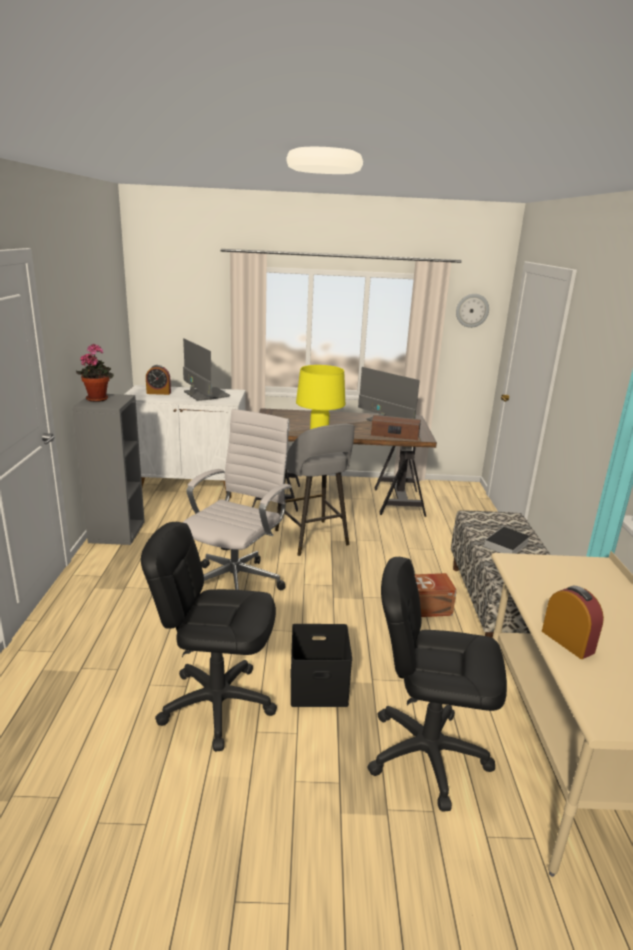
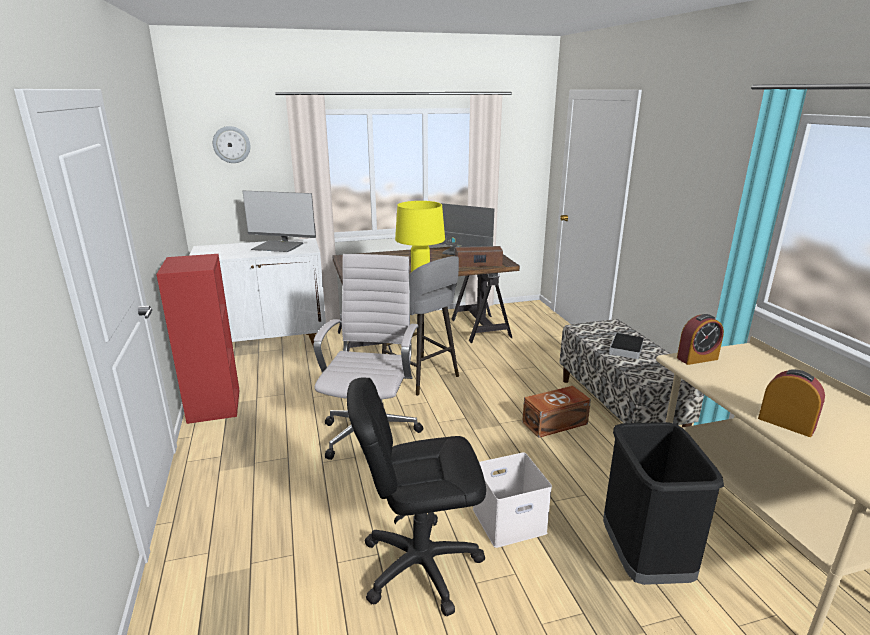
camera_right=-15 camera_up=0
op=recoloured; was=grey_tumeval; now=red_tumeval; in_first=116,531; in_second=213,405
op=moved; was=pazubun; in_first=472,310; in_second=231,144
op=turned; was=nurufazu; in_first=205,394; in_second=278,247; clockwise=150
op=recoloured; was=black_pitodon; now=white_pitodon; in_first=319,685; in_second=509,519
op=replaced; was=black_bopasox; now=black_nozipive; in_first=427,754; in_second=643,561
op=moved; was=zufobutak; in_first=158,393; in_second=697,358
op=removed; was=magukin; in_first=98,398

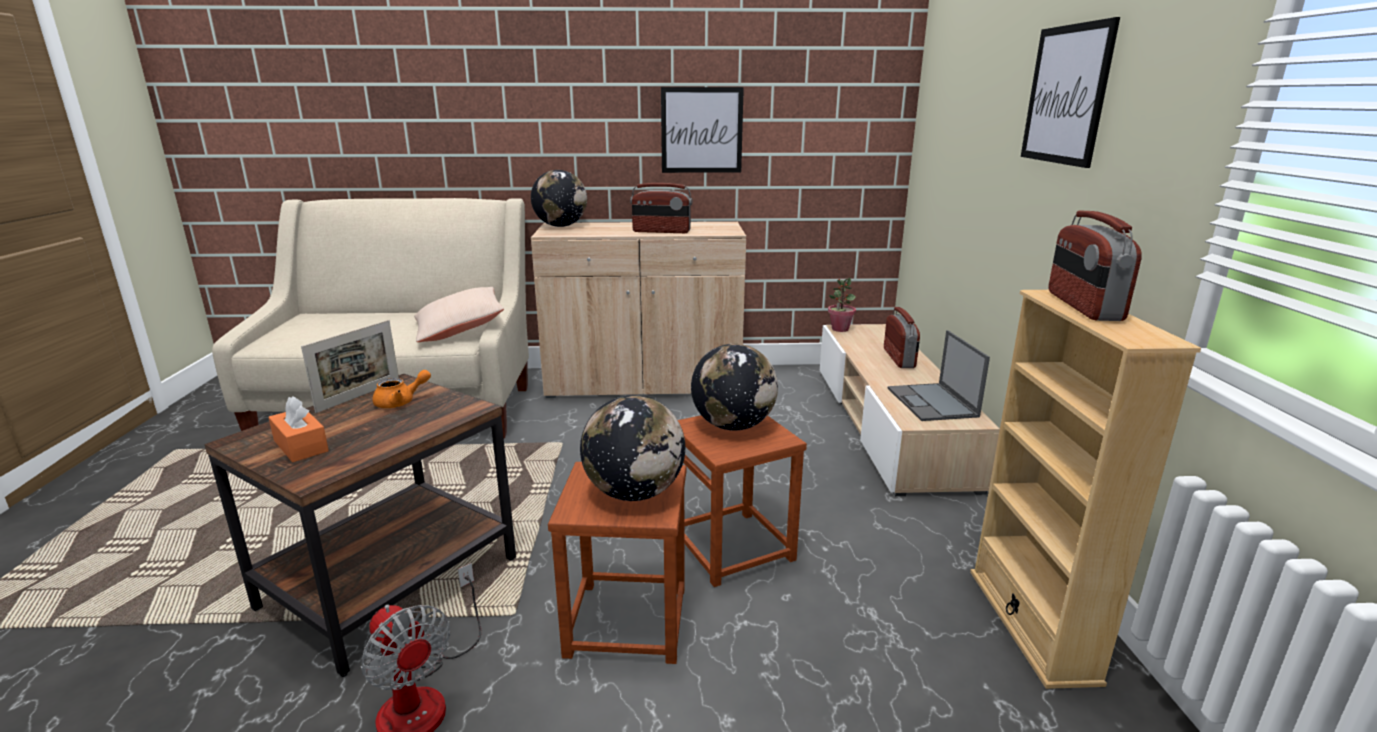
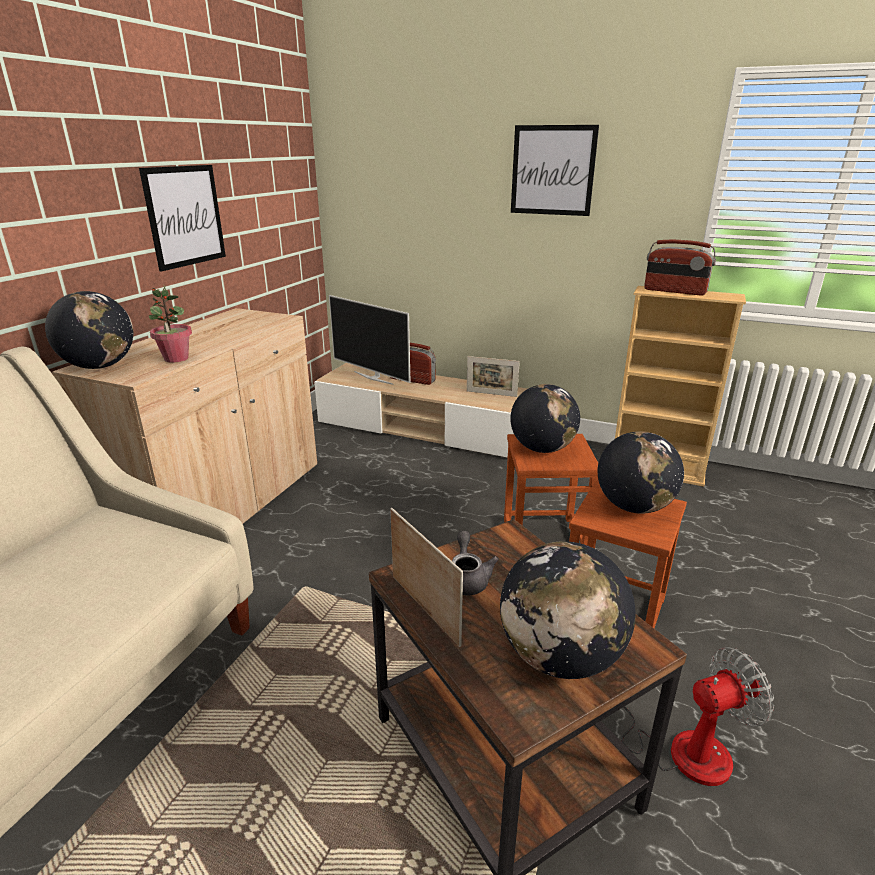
camera_right=-65 camera_up=5
op=moved; was=magukin; in_first=840,329; in_second=176,358
op=added; now=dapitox; in_second=374,377
op=recoloured; was=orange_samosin; now=grey_samosin; in_first=400,402; in_second=467,578
op=replaced; was=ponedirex; now=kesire; in_first=932,403; in_second=491,394
op=replaced; was=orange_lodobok; now=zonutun; in_first=301,446; in_second=560,657
op=removed; was=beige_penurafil; in_first=459,329
op=removed; was=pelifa; in_first=661,231

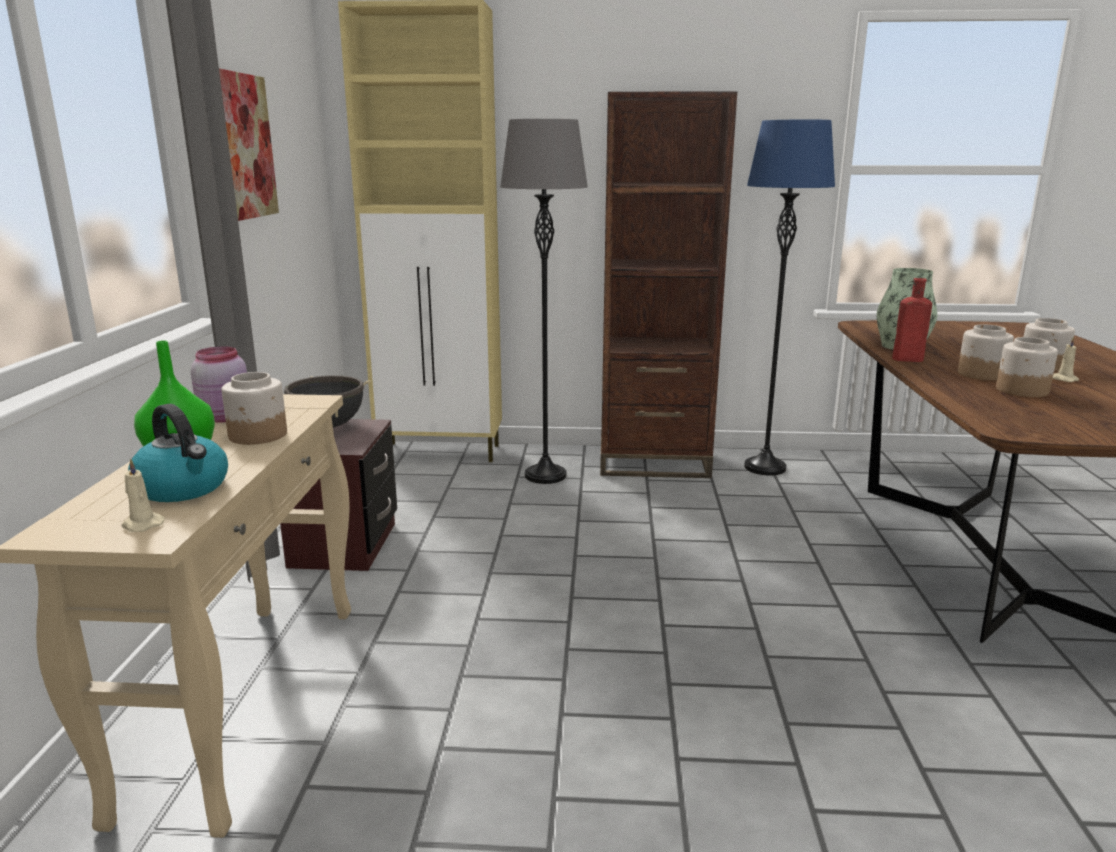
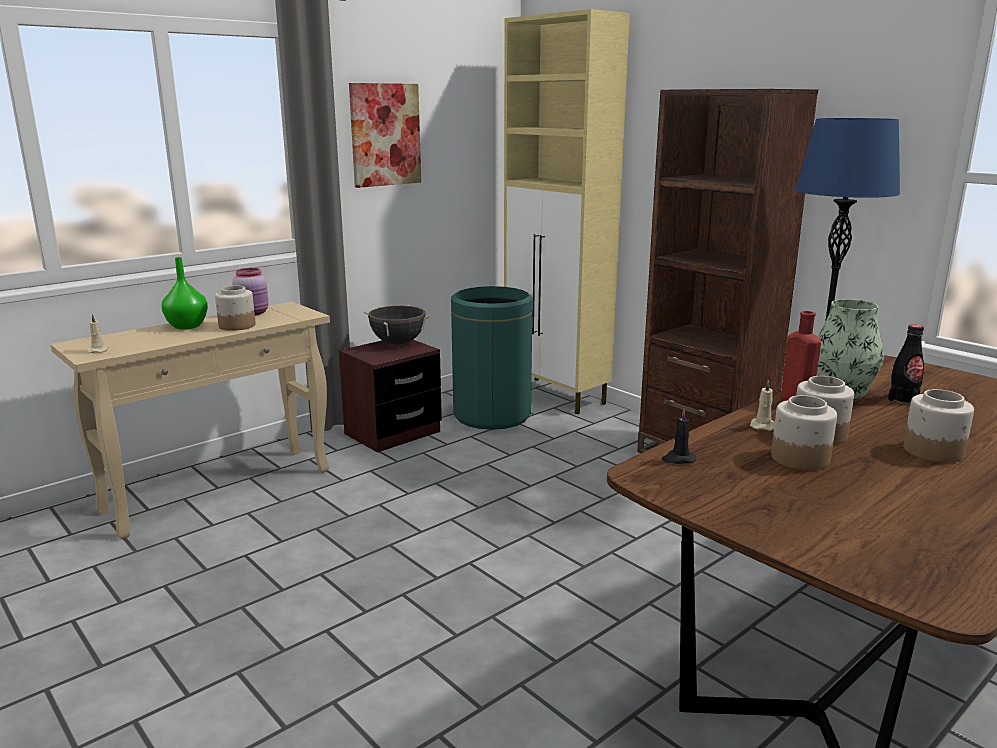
camera_right=45 camera_up=0
op=added; now=green_nozipive; in_second=492,415
op=added; now=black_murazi; in_second=678,459
op=moved; was=beige_murazi; in_first=1063,379; in_second=762,426
op=added; now=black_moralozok; in_second=903,399
op=removed; was=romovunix; in_first=184,488
op=removed; was=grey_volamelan; in_first=545,475

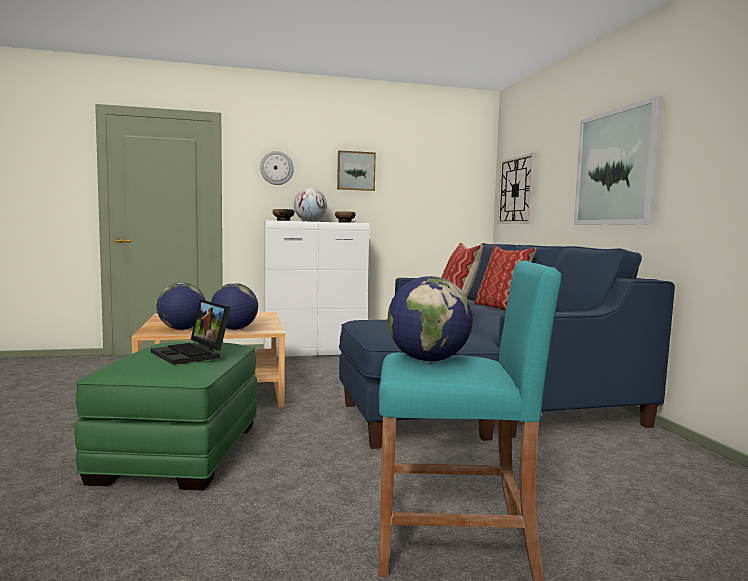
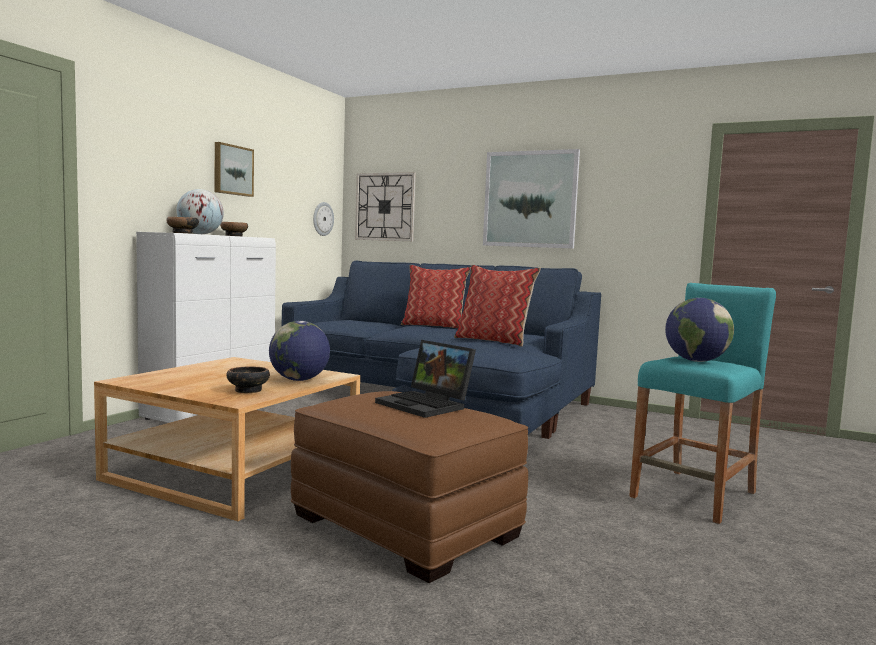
camera_right=-50 camera_up=0
op=replaced; was=zonutun; now=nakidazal; in_first=182,329; in_second=247,390
op=recoloured; was=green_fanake; now=brown_fanake; in_first=179,452; in_second=406,526
op=moved; was=pazubun; in_first=276,168; in_second=322,219
op=turned; was=ponedirex; in_first=193,354; in_second=427,405; clockwise=45

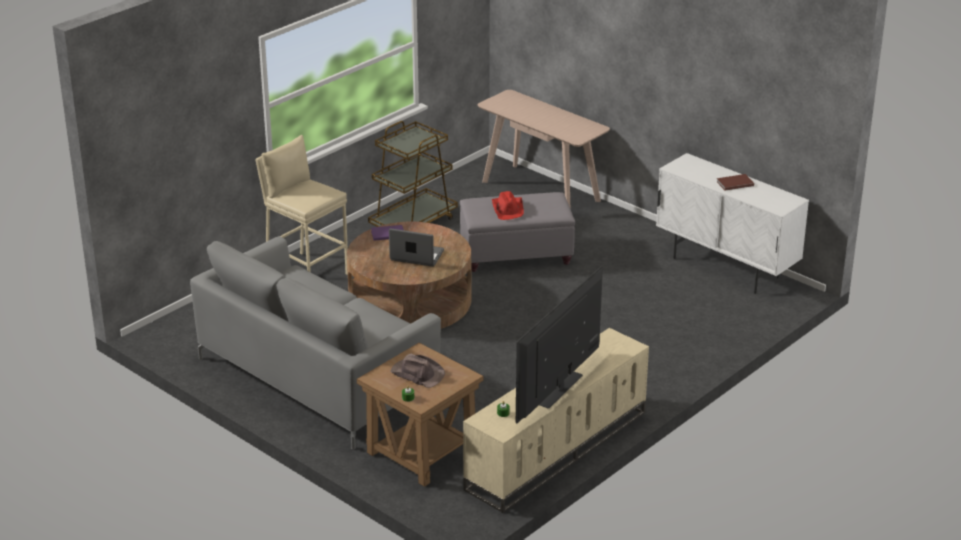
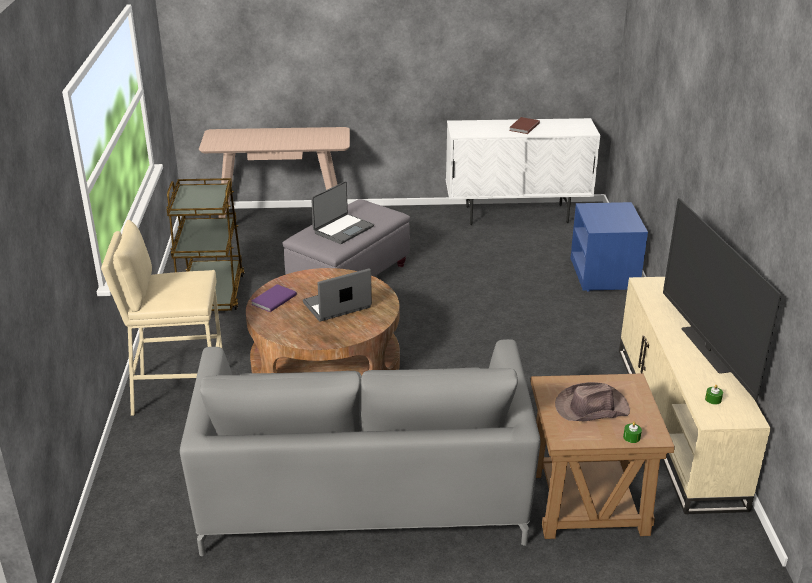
camera_right=-45 camera_up=0
op=replaced; was=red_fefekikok; now=ponedirex; in_first=508,209; in_second=343,229
op=added; now=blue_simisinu; in_second=605,274

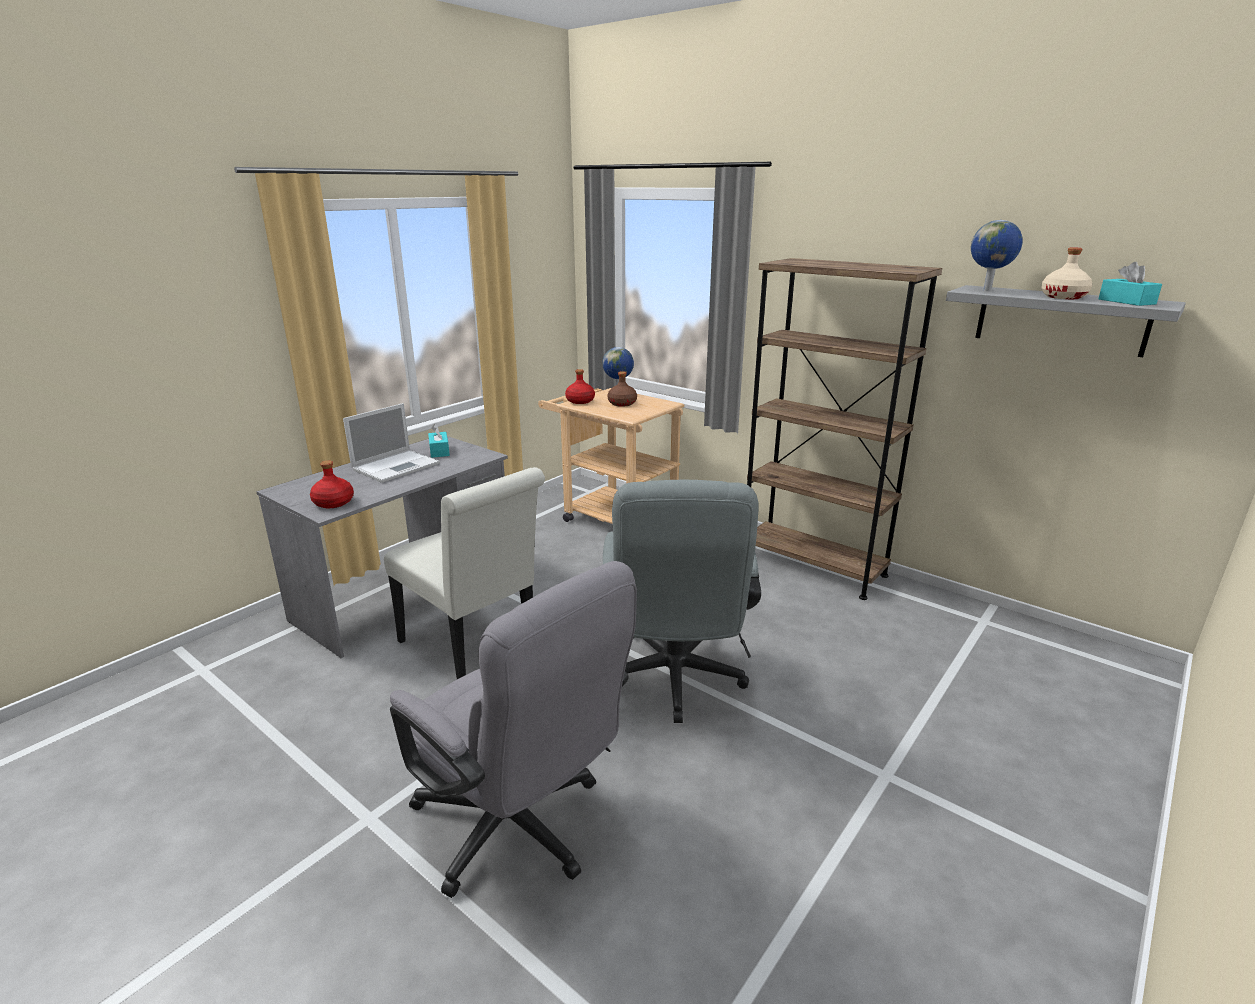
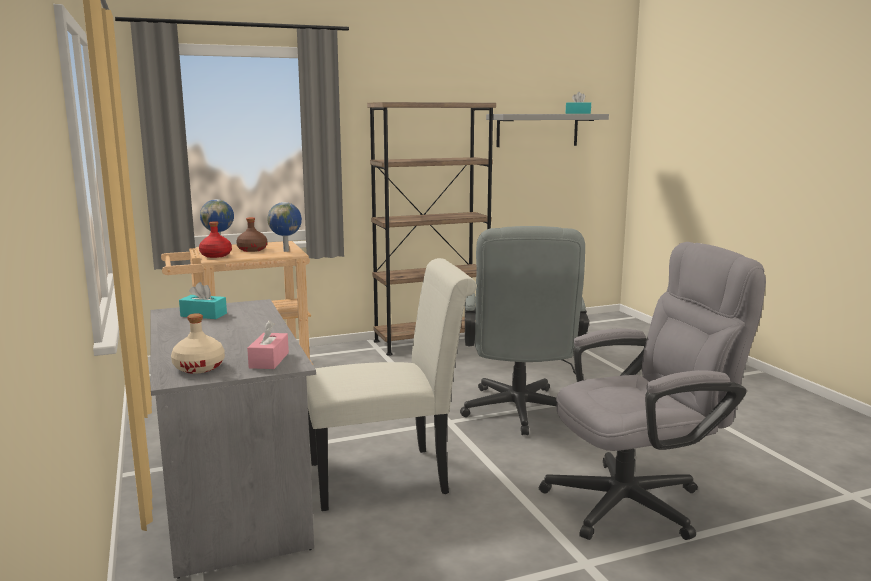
camera_right=-60 camera_up=-10
op=moved; was=beige_moralozok; in_first=1064,297; in_second=199,367
op=replaced; was=red_moralozok; now=pink_lodobok; in_first=334,502; in_second=269,360
op=moved; was=zonutun; in_first=988,290; in_second=287,251
op=turned; was=grey_bopasox; in_first=674,682; in_second=519,414; clockwise=60
op=removed; was=ponedirex; in_first=397,466

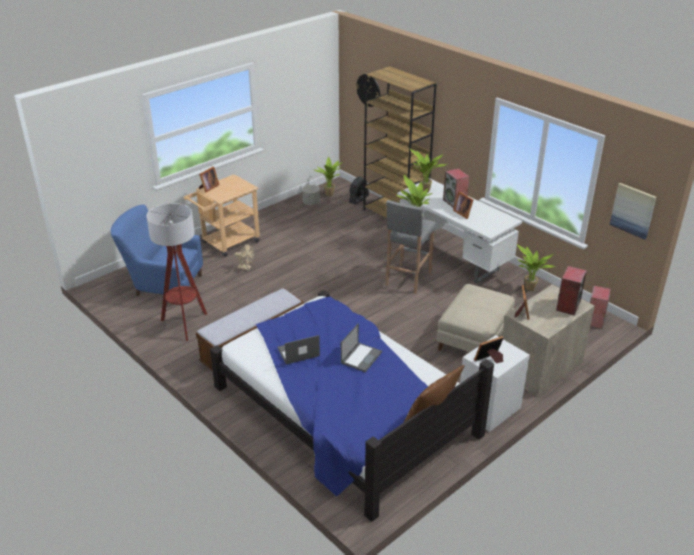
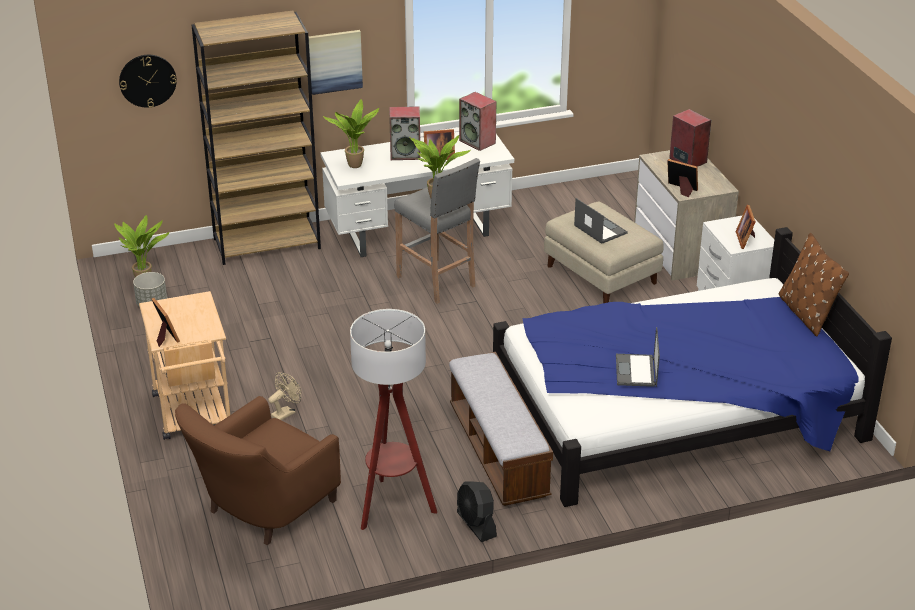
camera_right=-65 camera_up=0
op=recoloured; was=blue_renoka; now=brown_renoka; in_first=162,285; in_second=261,510
op=moved; was=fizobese; in_first=633,210; in_second=335,61
op=moved; was=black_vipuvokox; in_first=358,199; in_second=476,524
op=moved; was=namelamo; in_first=595,321; in_second=478,142
op=moved; was=ponedirex; in_first=361,357; in_second=599,229
op=removed; was=magukin; in_first=528,289

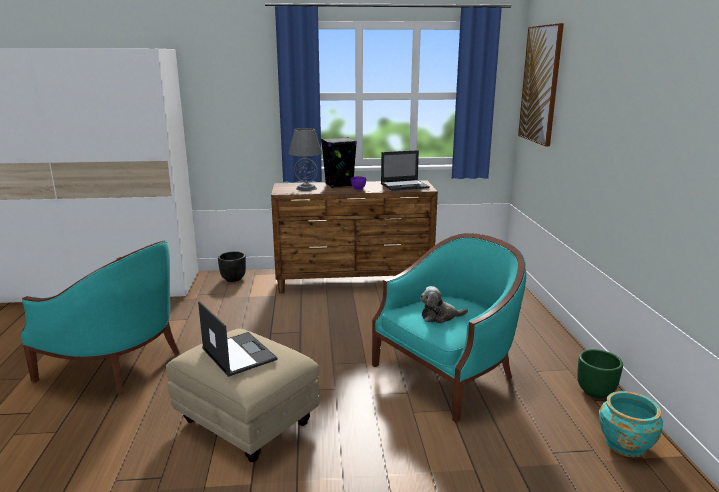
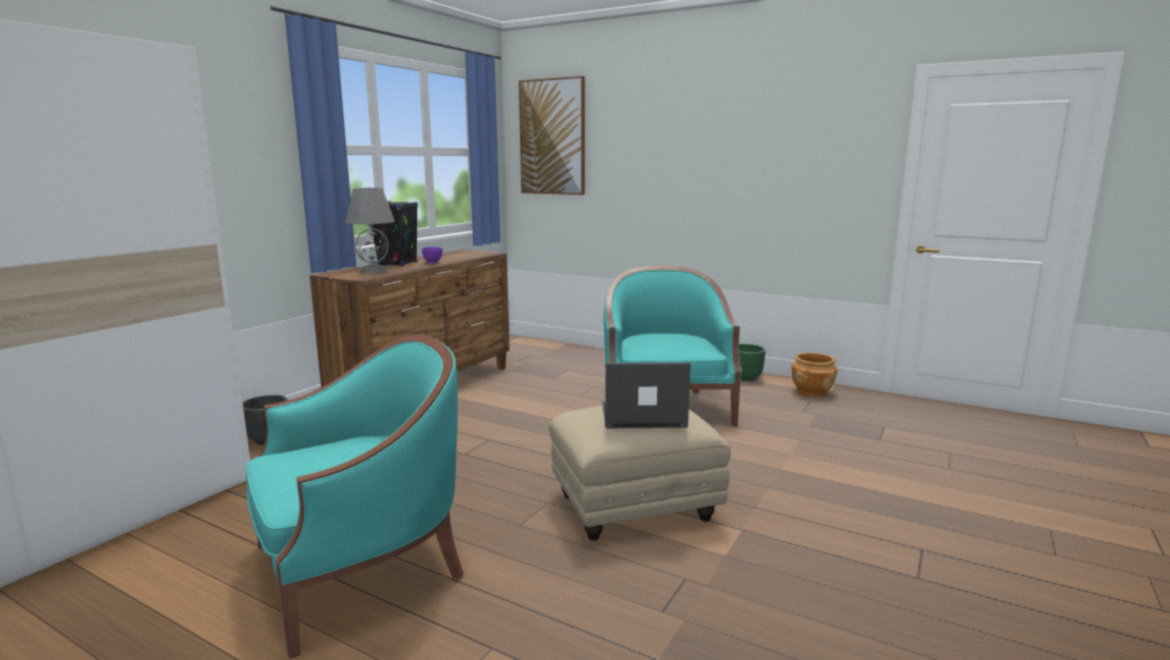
camera_right=-55 camera_up=-5
op=recoloured; was=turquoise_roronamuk; now=brown_roronamuk; in_first=625,444; in_second=811,392
op=removed; was=ponedirex; in_first=405,185
op=removed; was=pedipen; in_first=440,316

